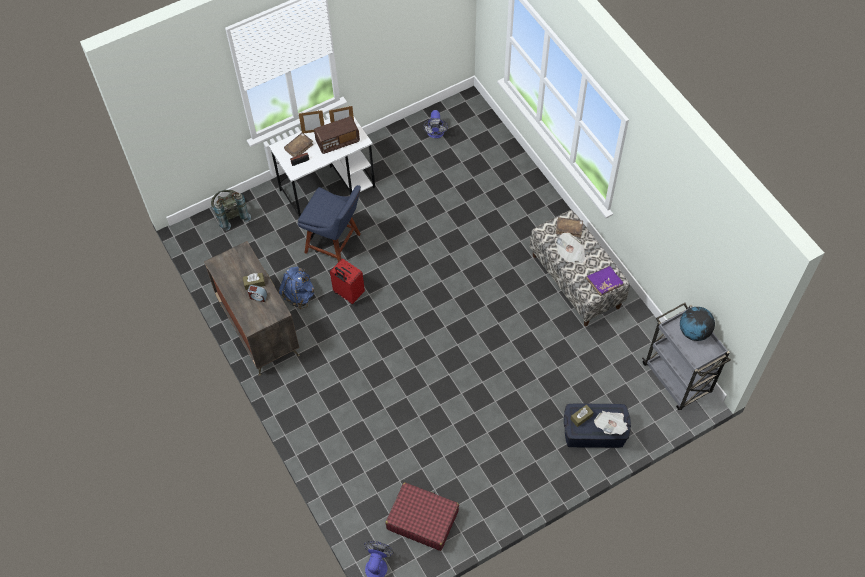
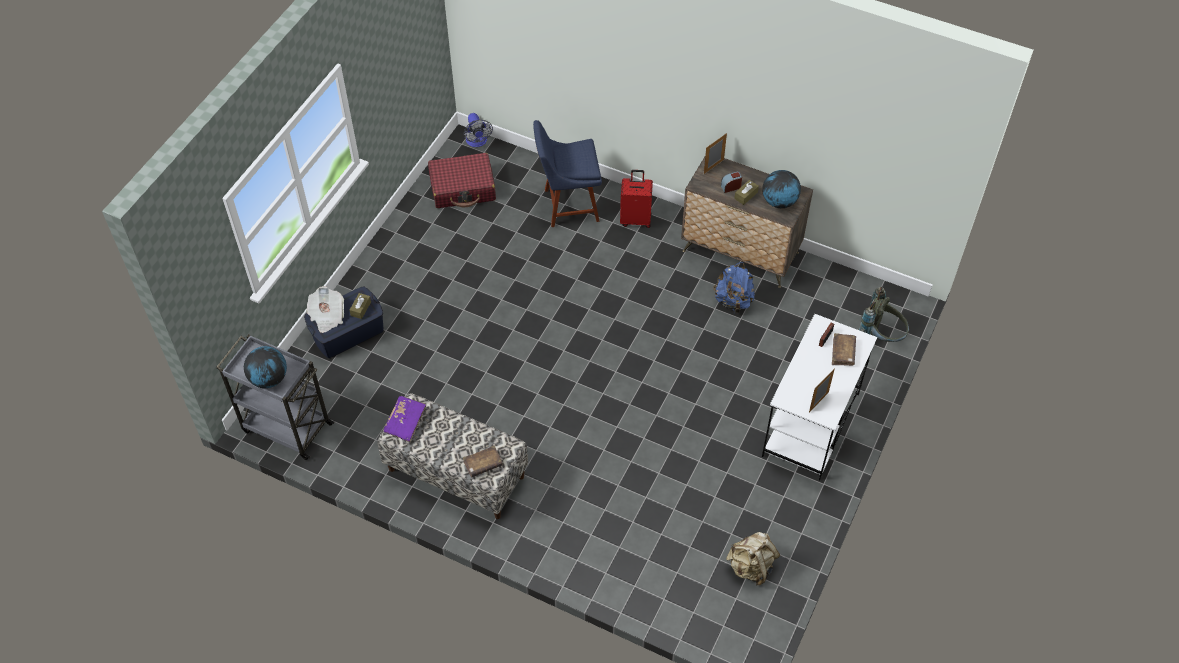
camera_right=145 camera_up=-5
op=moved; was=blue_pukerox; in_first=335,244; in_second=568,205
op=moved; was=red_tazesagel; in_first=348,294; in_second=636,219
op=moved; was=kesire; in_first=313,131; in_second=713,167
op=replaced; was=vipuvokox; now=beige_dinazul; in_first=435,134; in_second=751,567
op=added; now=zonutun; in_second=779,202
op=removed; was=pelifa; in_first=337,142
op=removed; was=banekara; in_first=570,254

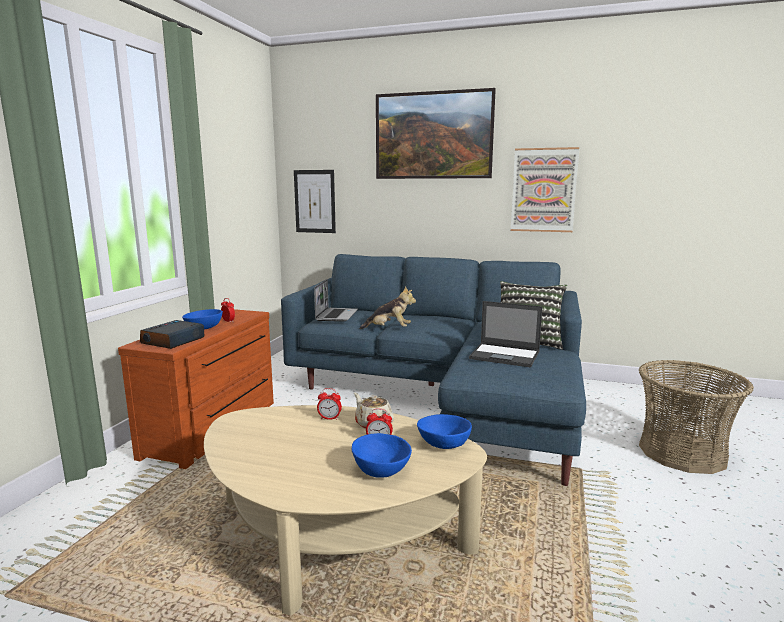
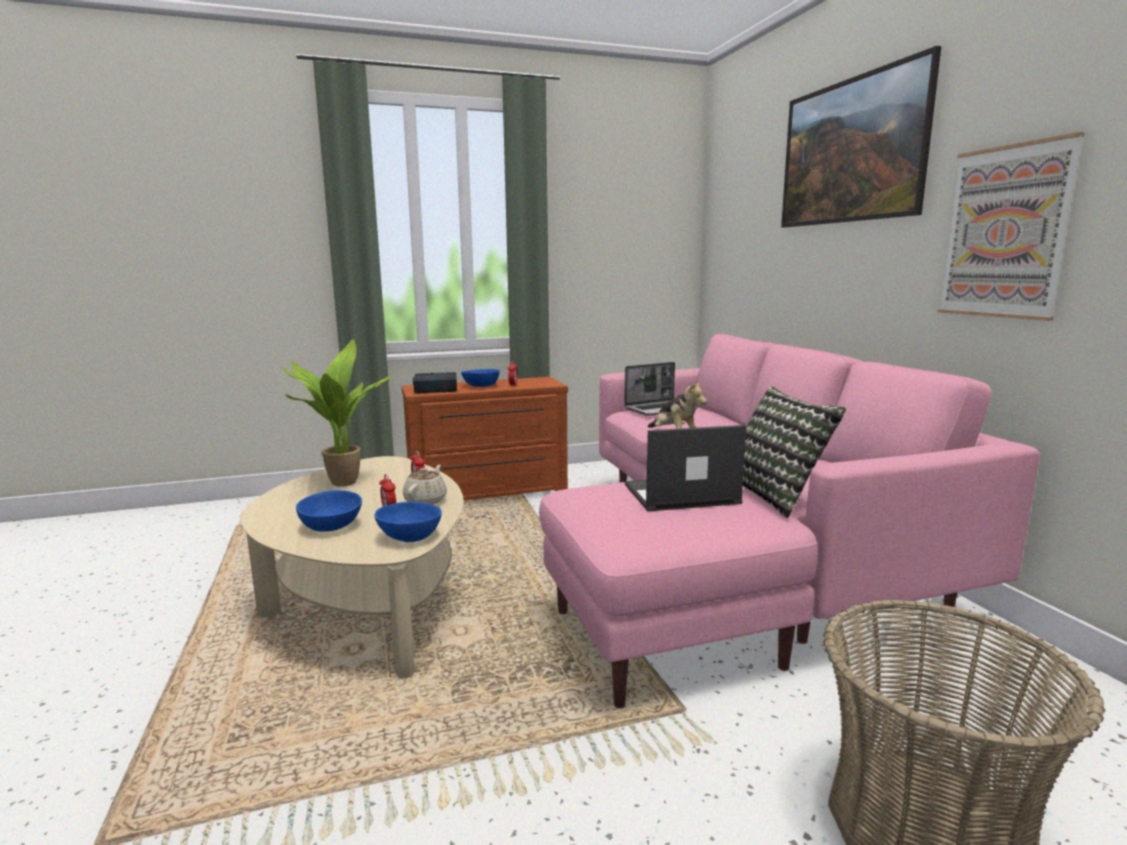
camera_right=55 camera_up=0
op=added; now=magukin; in_second=340,482
op=recoloured; was=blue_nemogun; now=pink_nemogun; in_first=445,396; in_second=736,557
op=turned; was=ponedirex; in_first=505,355; in_second=679,494; clockwise=90
op=removed; was=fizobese; in_first=315,201

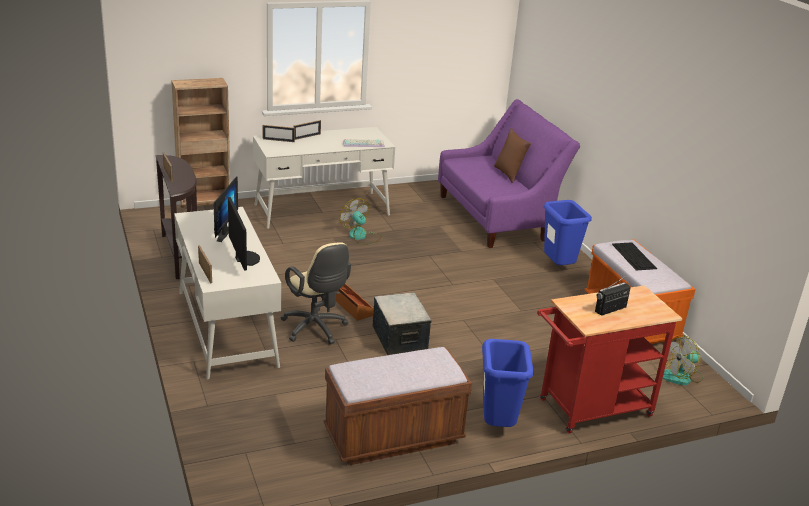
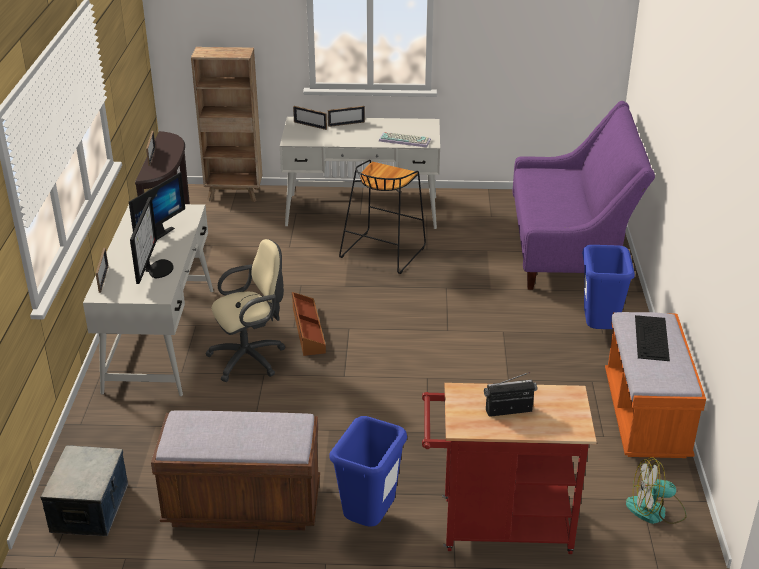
camera_right=25 camera_up=5
op=moved; was=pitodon; in_first=400,338; in_second=90,508
op=turned; was=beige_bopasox; in_first=316,329; in_second=251,358; clockwise=-105
op=replaced; was=vipuvokox; now=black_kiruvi; in_first=361,236; in_second=382,251
op=removed; was=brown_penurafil; in_first=508,173

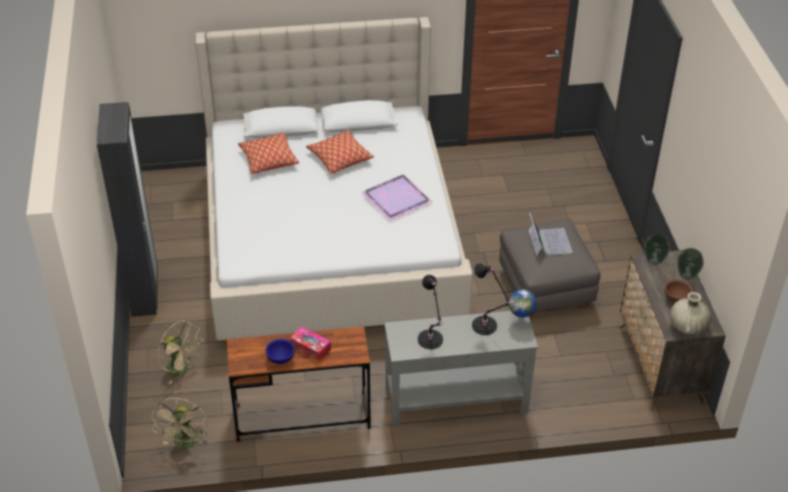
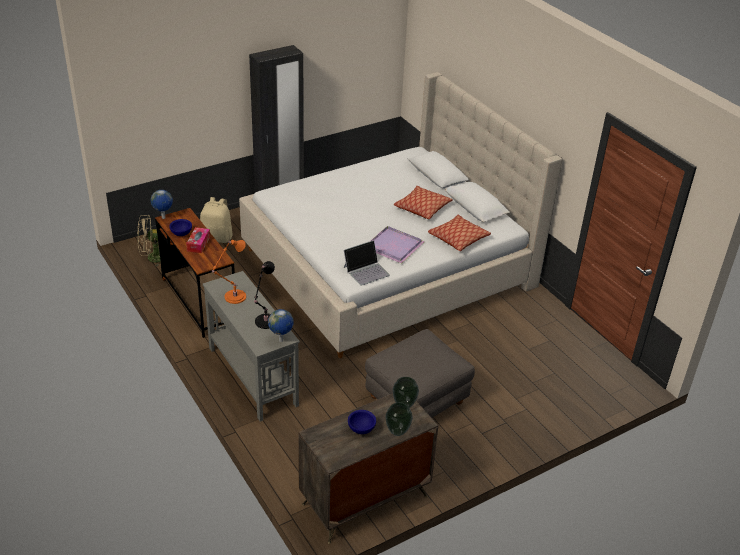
camera_right=65 camera_up=-5
op=added; now=zonutun; in_second=163,218
op=replaced; was=beige_vipuvokox; now=beige_dinazul; in_first=182,369; in_second=217,237
op=recoloured; was=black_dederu; now=orange_dederu; in_first=430,341; in_second=233,297
op=moved; was=ponedirex; in_first=549,241; in_second=366,271
op=recoloured; was=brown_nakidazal; now=blue_nakidazal; in_first=676,298; in_second=361,429
op=moved; was=penurafil; in_first=268,159; in_second=458,238
op=removed; was=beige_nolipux; in_first=687,326

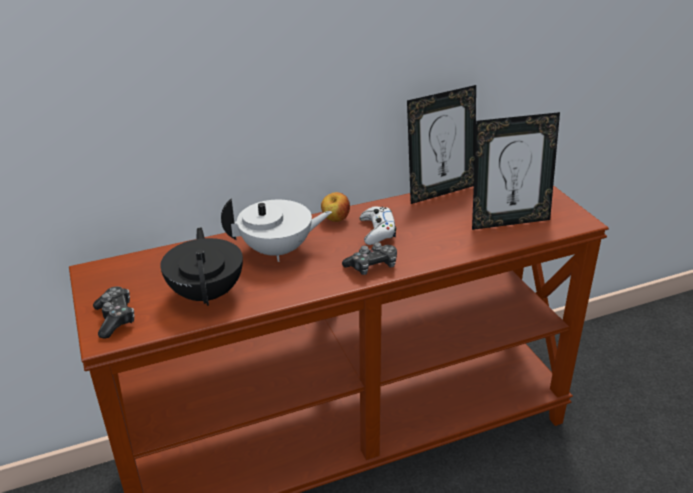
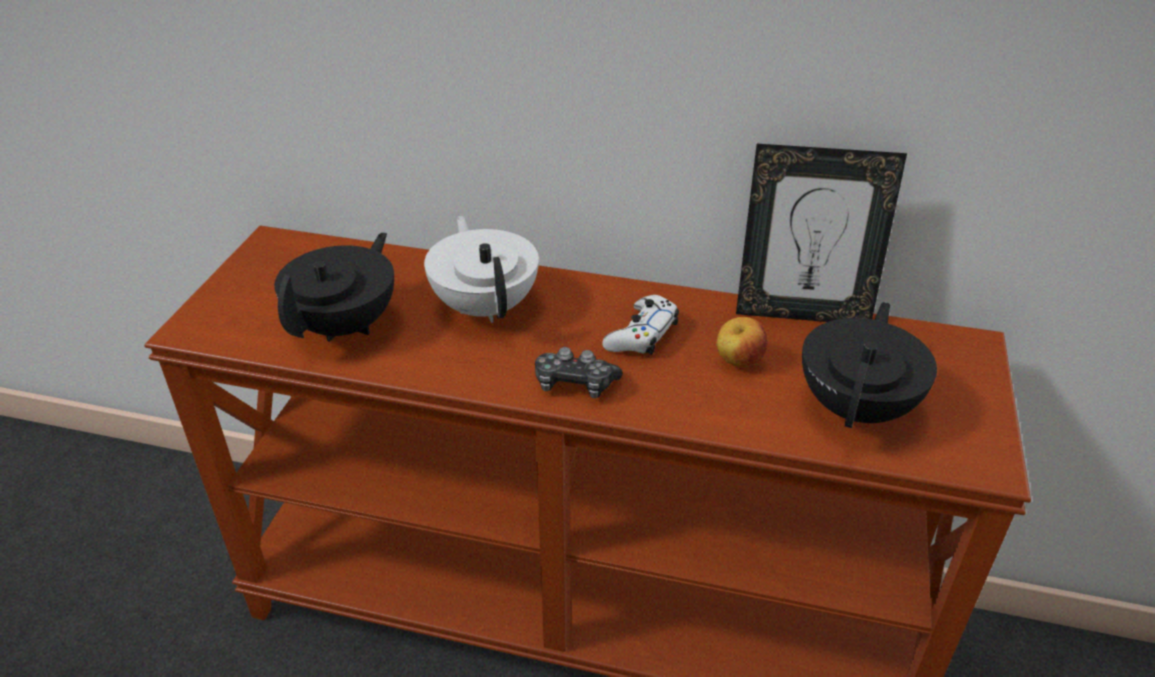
camera_right=35 camera_up=5
op=turned; was=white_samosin; in_first=278,251; in_second=486,306; clockwise=-135
op=moved; was=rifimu; in_first=335,220; in_second=738,362
op=replaced; was=kesire; now=black_samosin; in_first=508,221; in_second=858,407
op=removed; was=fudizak; in_first=115,318

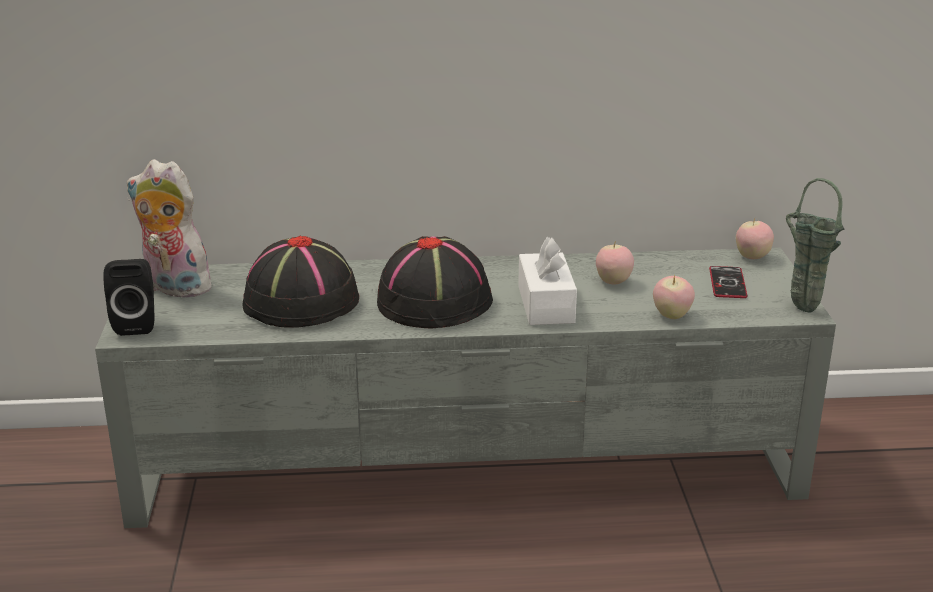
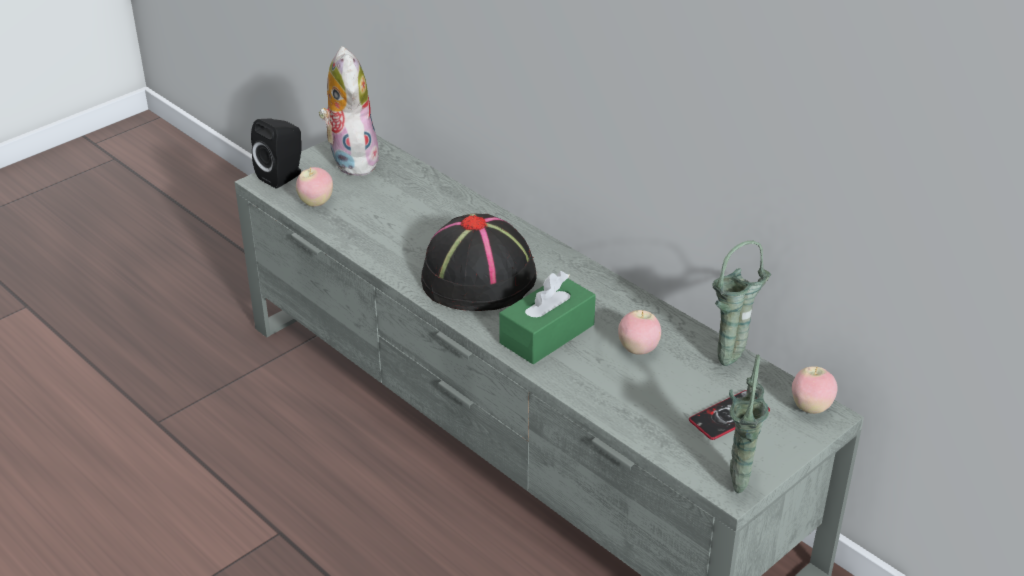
camera_right=50 camera_up=10
op=moved; was=rifimu; in_first=671,316; in_second=316,203
op=recoloured; was=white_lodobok; now=green_lodobok; in_first=546,304; in_second=547,334
op=added; now=green_nolipux; in_second=732,361
op=removed; was=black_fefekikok; in_first=300,303

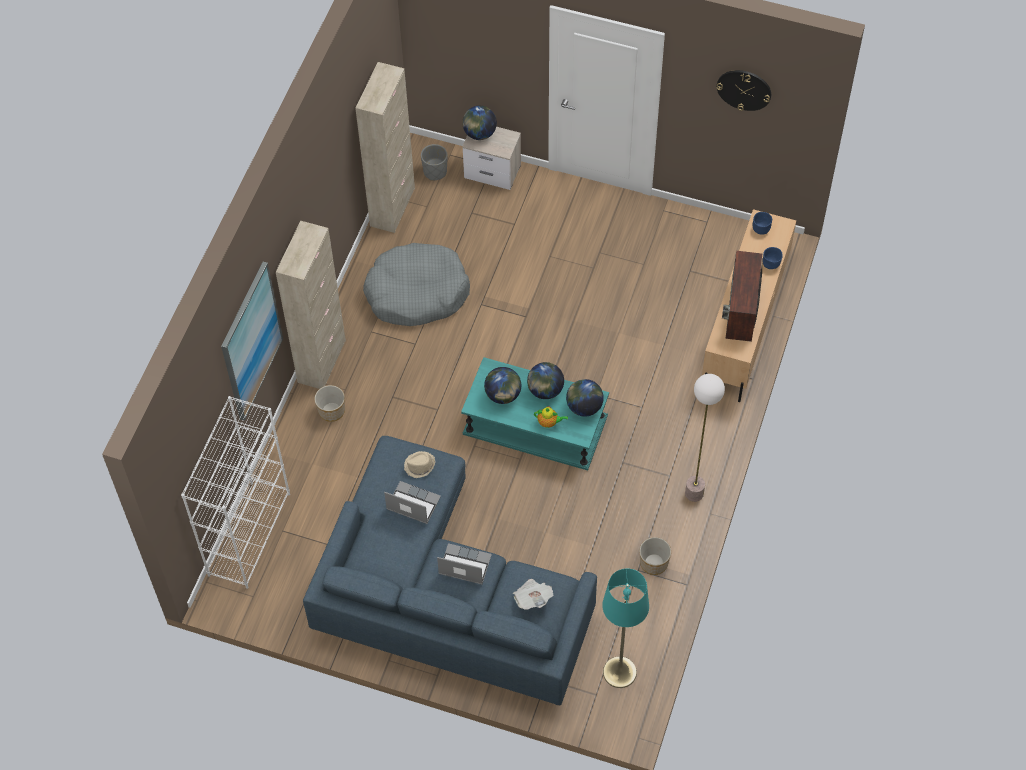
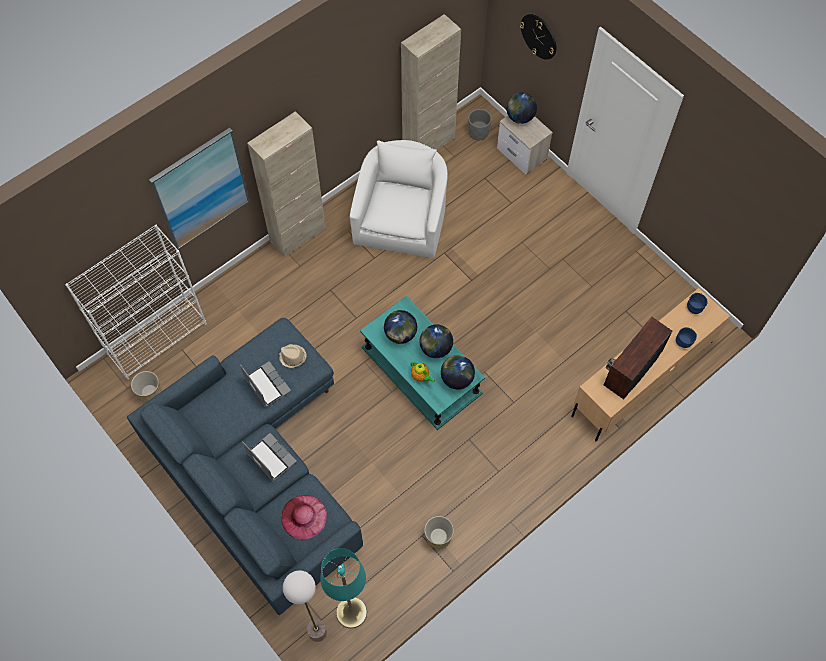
camera_right=30 camera_up=5
op=moved; was=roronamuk; in_first=331,411; in_second=149,392
op=replaced; was=banekara; now=pink_fefekikok; in_first=533,598; in_second=304,516
op=moved; was=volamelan; in_first=694,493; in_second=317,633
op=replaced; was=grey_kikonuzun; now=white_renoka; in_first=417,293; in_second=402,219
op=moved; was=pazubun; in_first=744,89; in_second=539,36

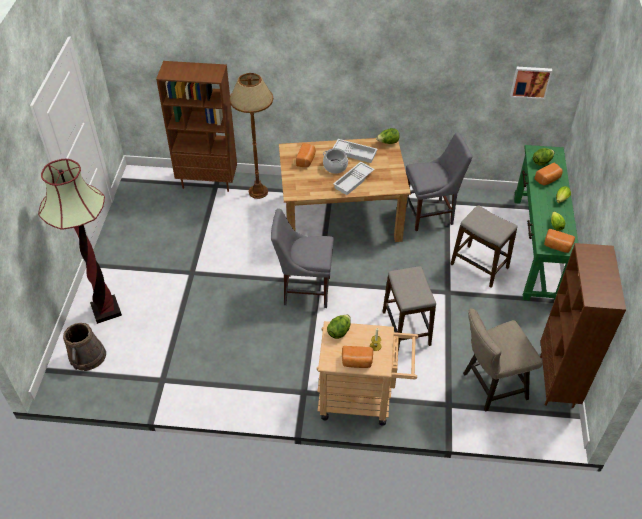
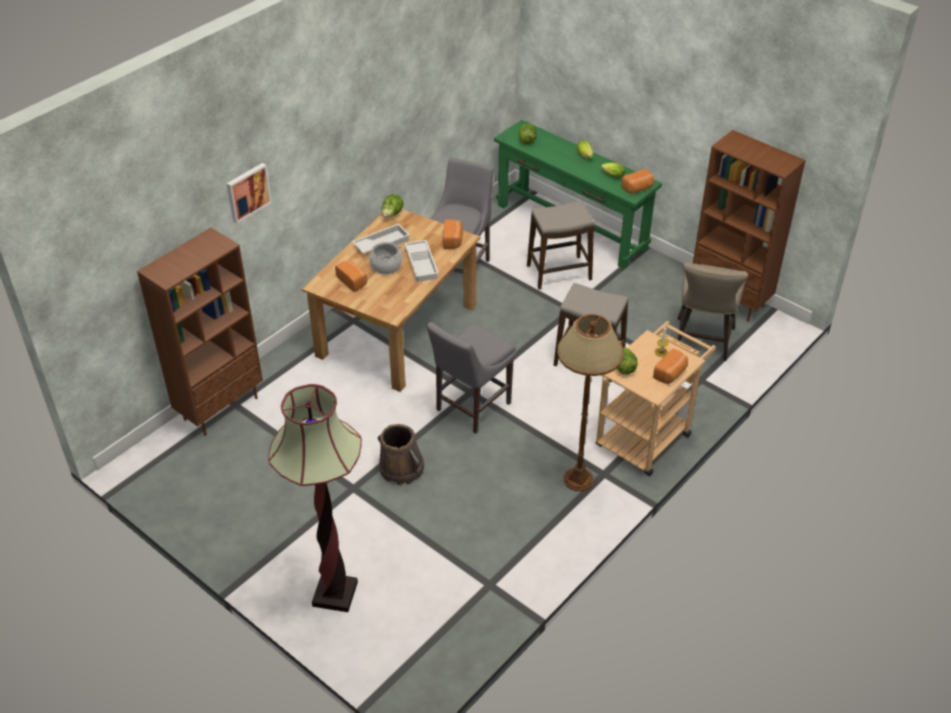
camera_right=-55 camera_up=-5
op=moved; was=fizobese; in_first=530,81; in_second=247,192
op=moved; was=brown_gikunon; in_first=87,356; in_second=401,468
op=moved; was=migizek; in_first=548,179; in_second=453,240
op=moved; was=brown_volamelan; in_first=258,191; in_second=578,479

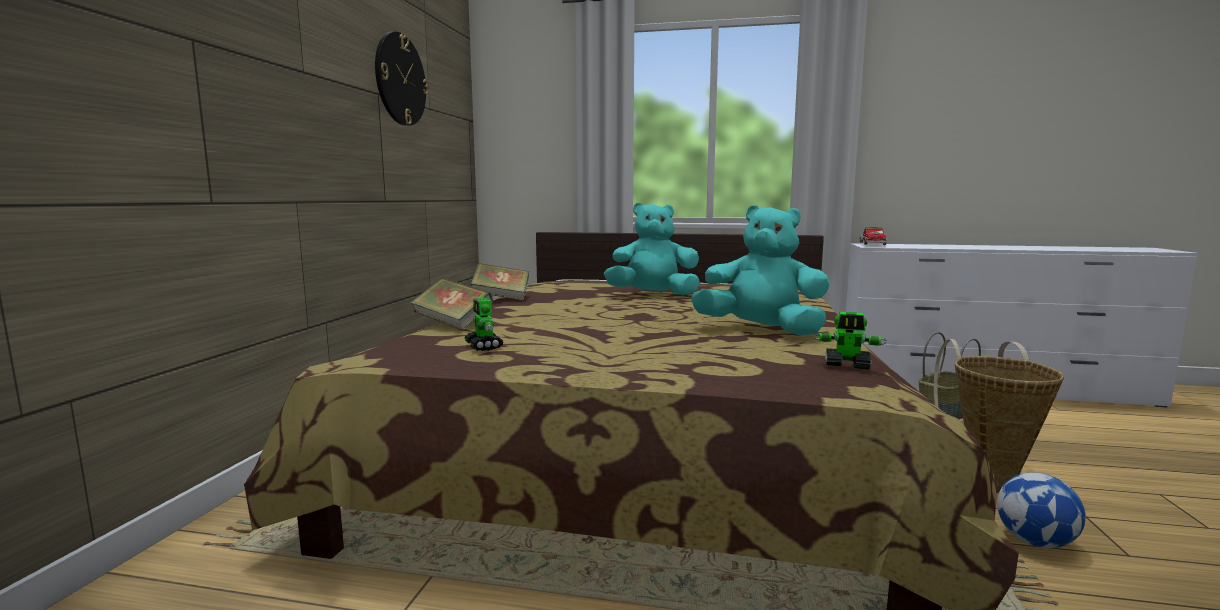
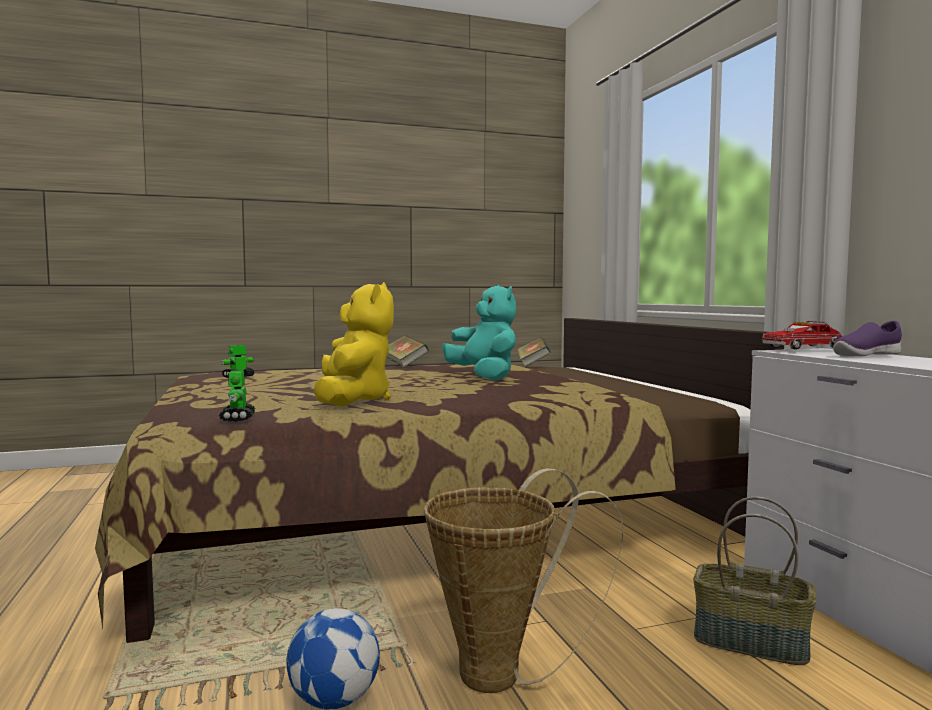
camera_right=60 camera_up=-5
op=recoloured; was=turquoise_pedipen; now=yellow_pedipen; in_first=761,330; in_second=353,400
op=moved; was=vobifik; in_first=453,324; in_second=533,365
op=added; now=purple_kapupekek; in_second=865,356
op=removed; was=pazubun; in_first=400,79

